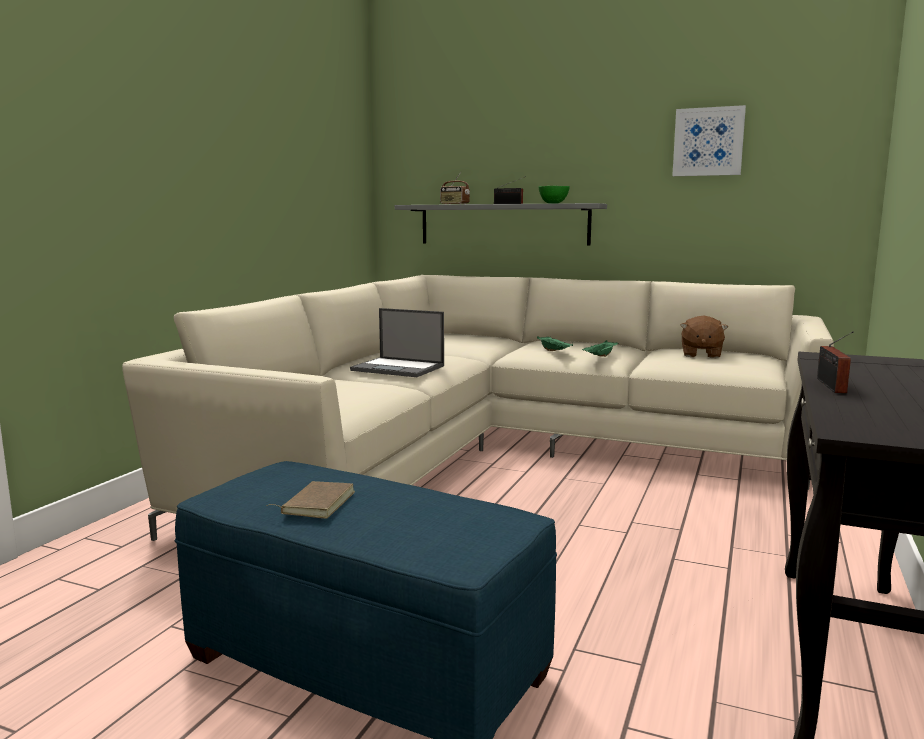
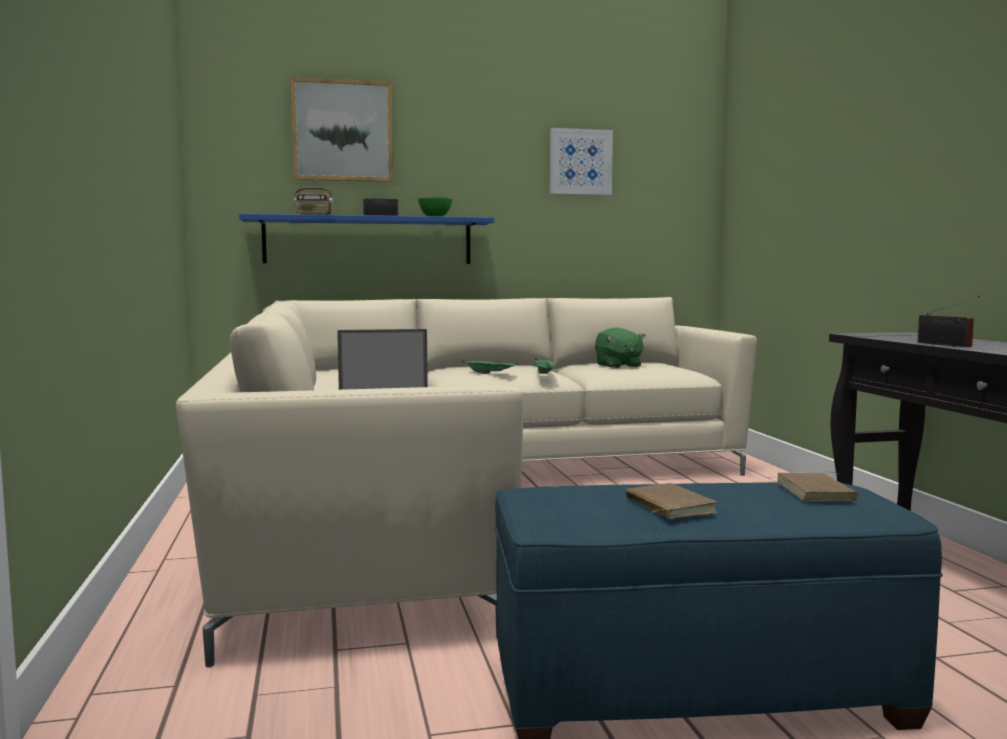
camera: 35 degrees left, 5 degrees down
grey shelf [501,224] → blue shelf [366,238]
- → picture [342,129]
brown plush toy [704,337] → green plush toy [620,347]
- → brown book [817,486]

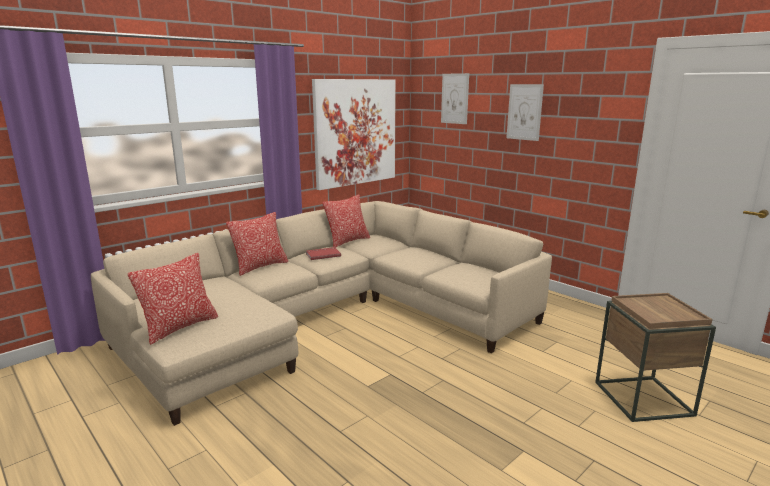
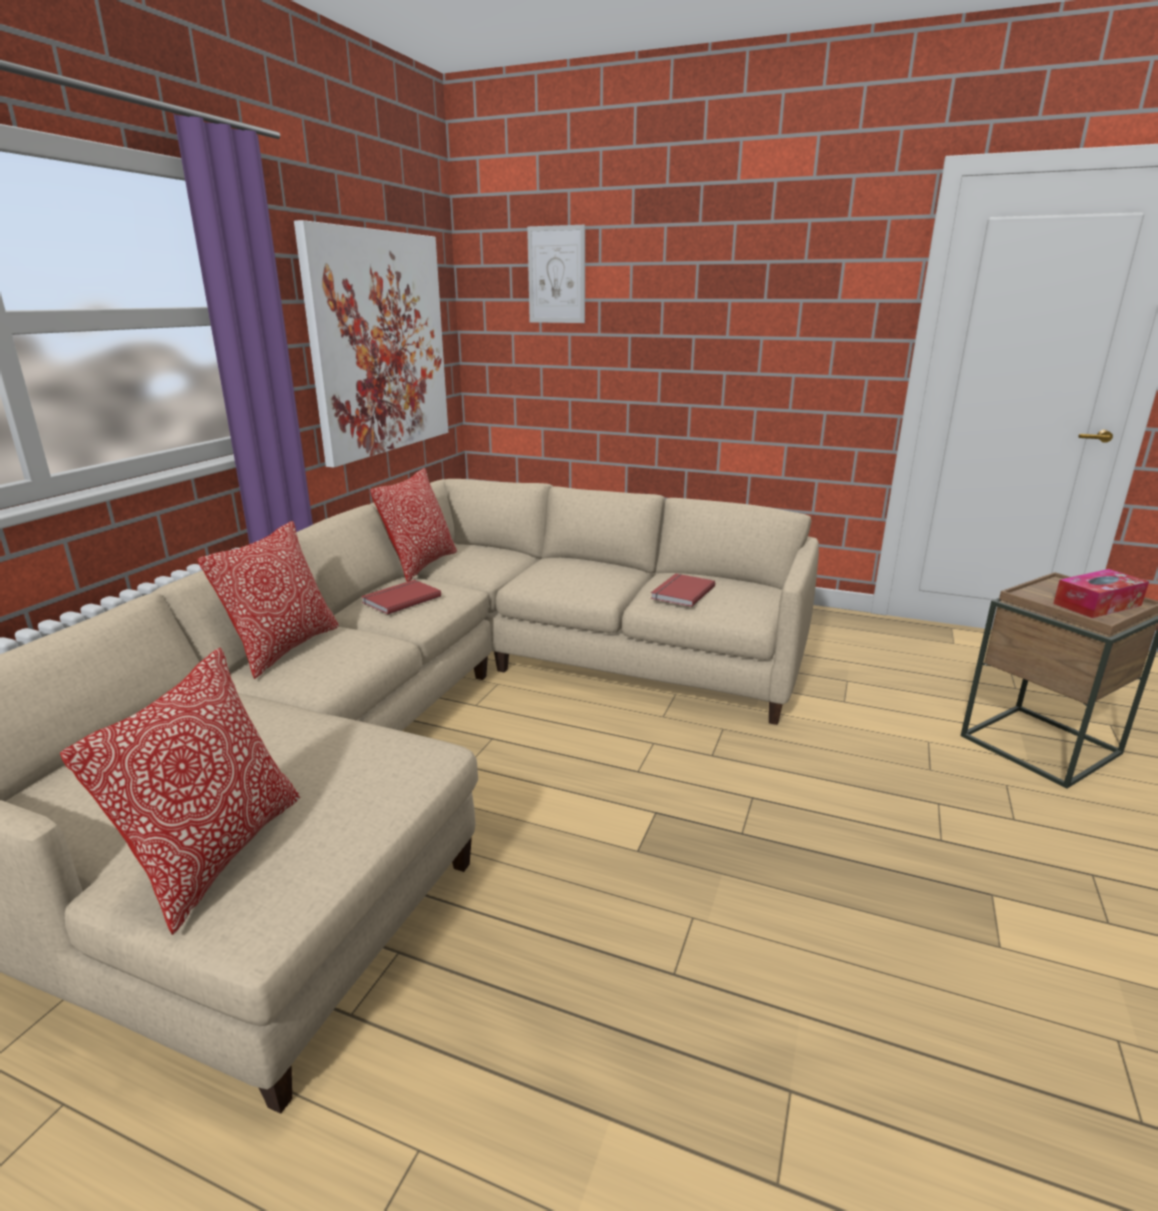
camera: 25 degrees left, 5 degrees up
- → red book [683,590]
- → tissue box [1101,593]
picture [525,112] → -

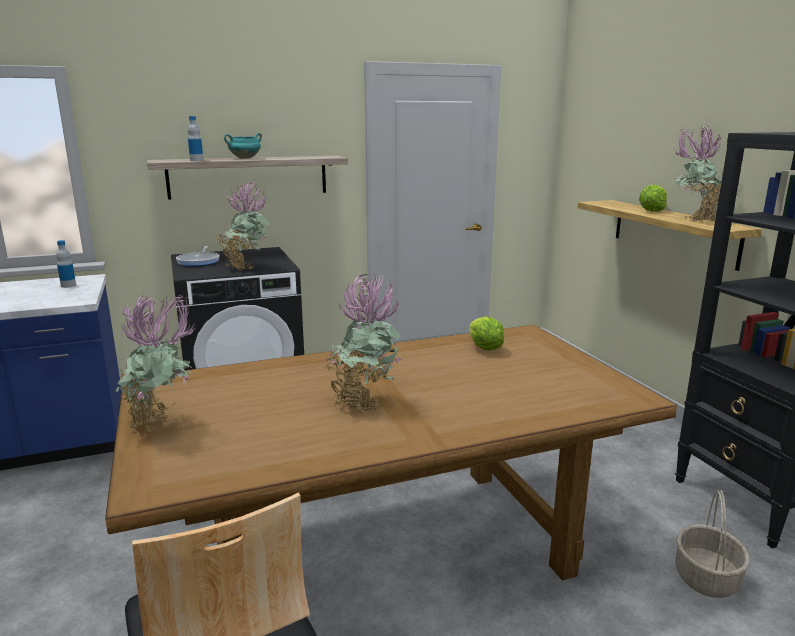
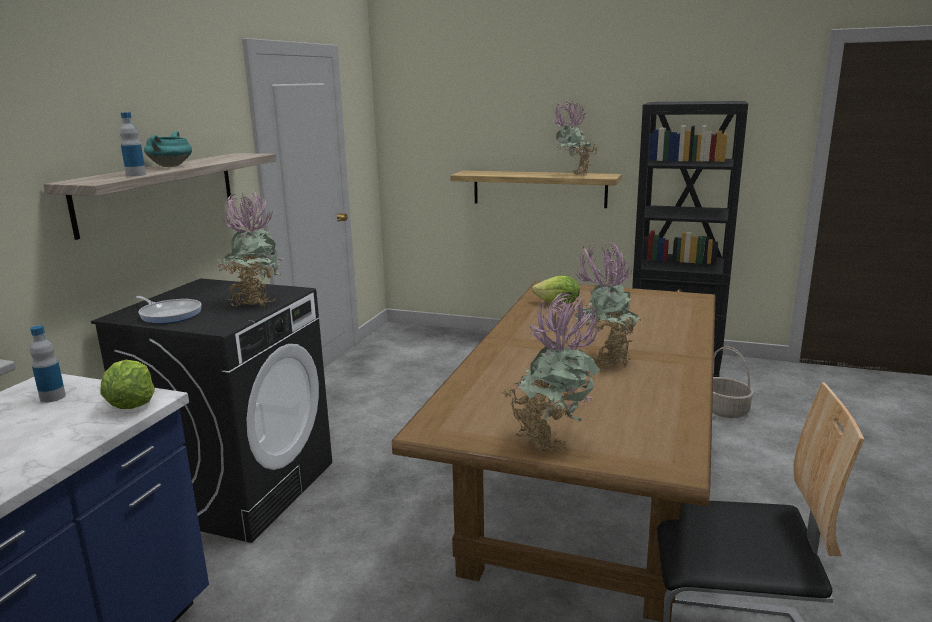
camera: 50 degrees left, 0 degrees up
lettuce [653,198] → lettuce [128,384], moved

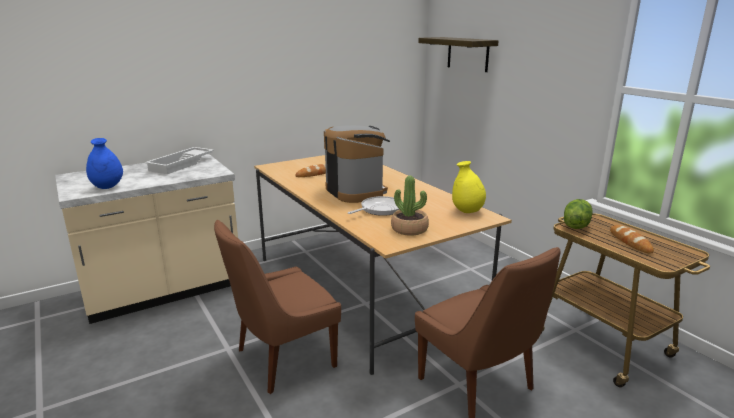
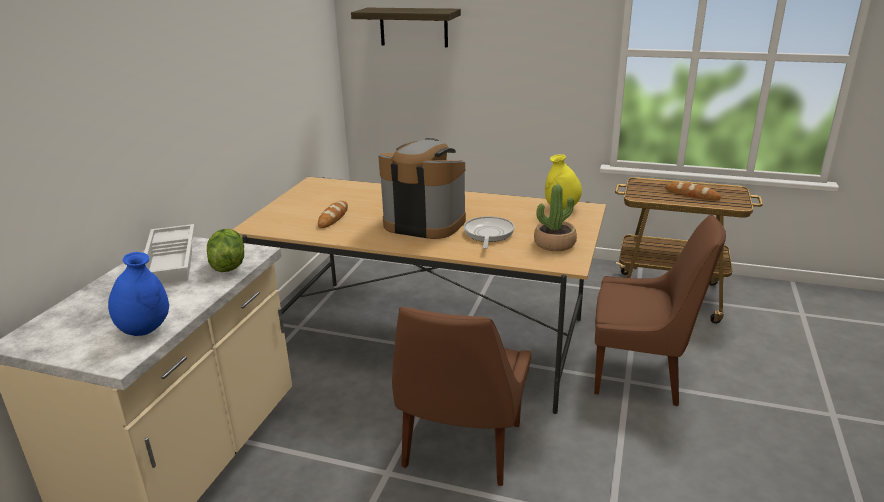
camera: 40 degrees left, 5 degrees up
lettuce [578,214] → lettuce [225,250], moved

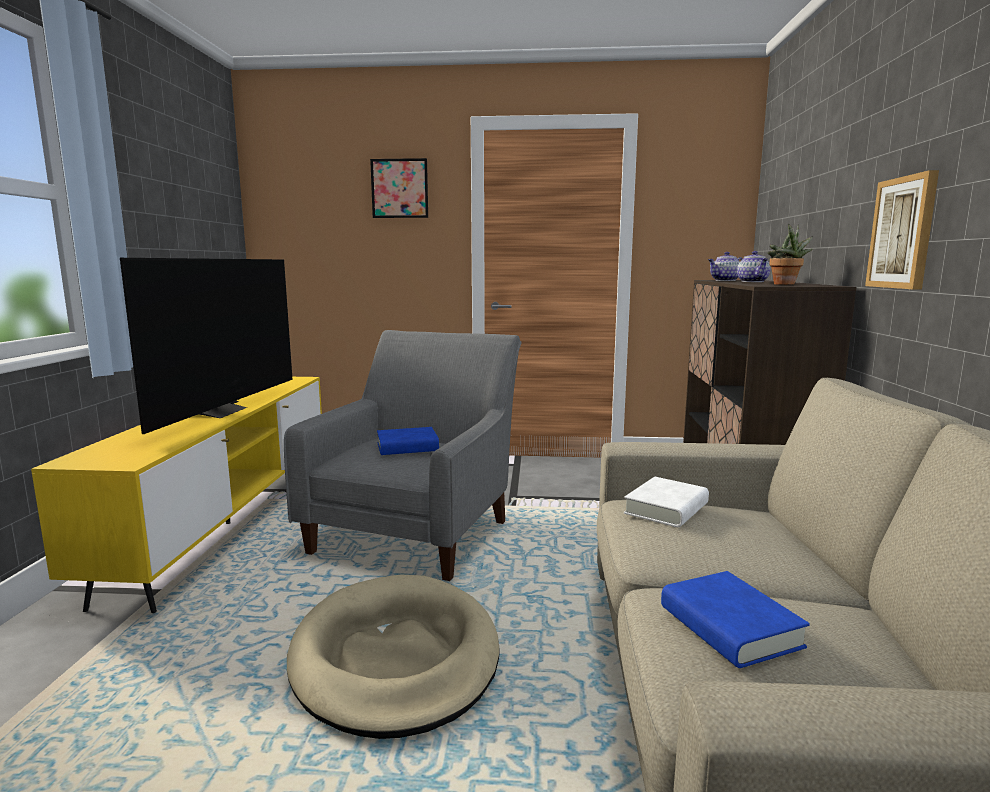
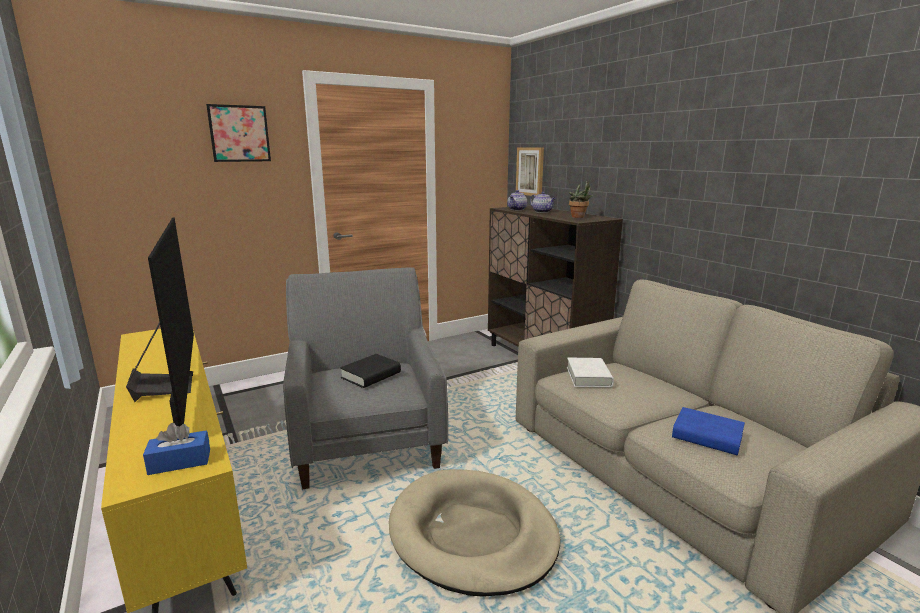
camera: 35 degrees left, 5 degrees up
- → blue tissue box [176,449]
blue book [408,441] → black book [370,371]
picture [902,229] → picture [530,171], moved

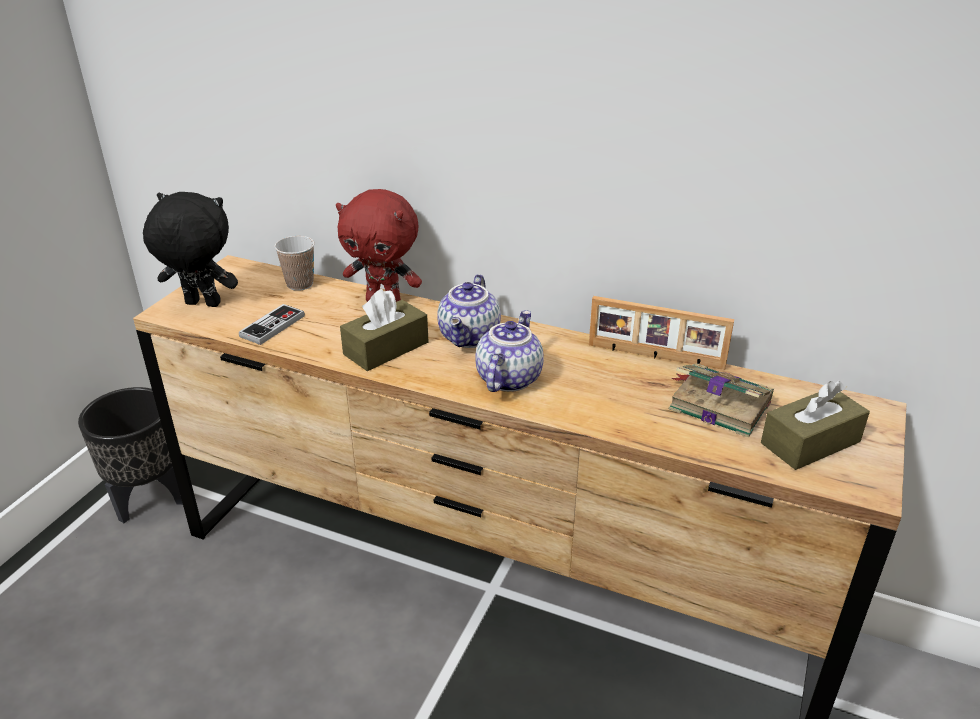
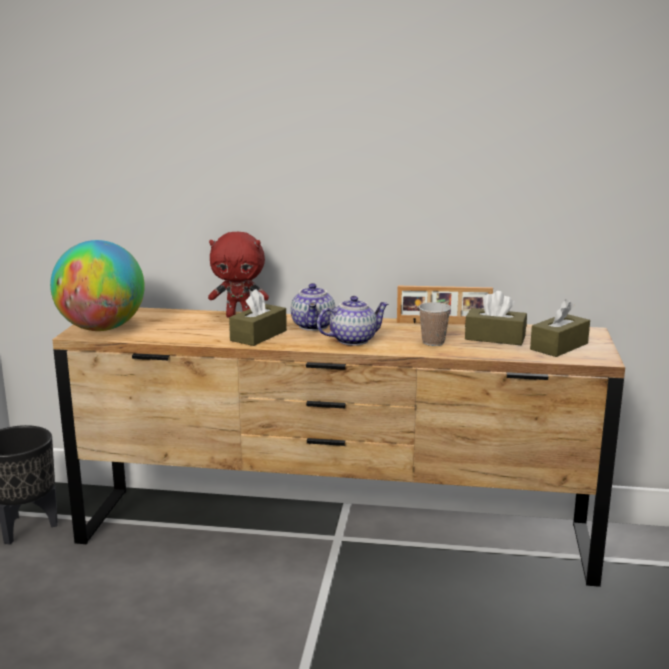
camera: 15 degrees left, 15 degrees down
black plush toy [190,249] → globe [97,285]
teapot [509,351] → teapot [353,321], 60 degrees clockwise
cup [295,263] → cup [434,324], moved
book [721,400] → brown tissue box [496,318]
game controller [272,324] → -

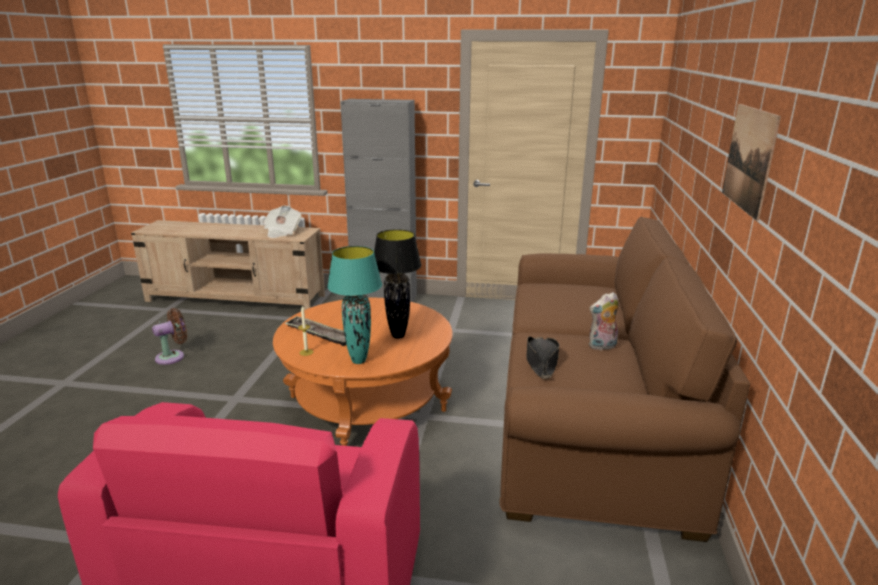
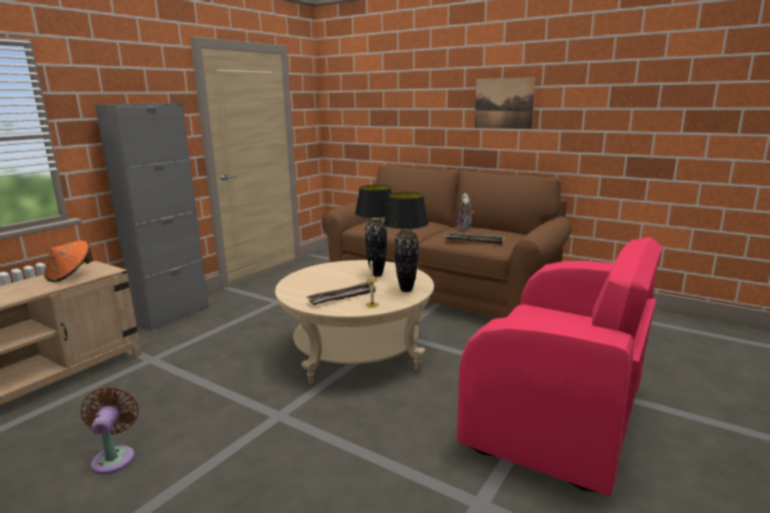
camera: 65 degrees left, 5 degrees down
newspaper [282,222] → orange hat [68,261]
orange coffee table [363,372] → beige coffee table [354,322]
turquoise table lamp [354,305] → black table lamp [406,242]
black hat [542,357] → tray [474,238]

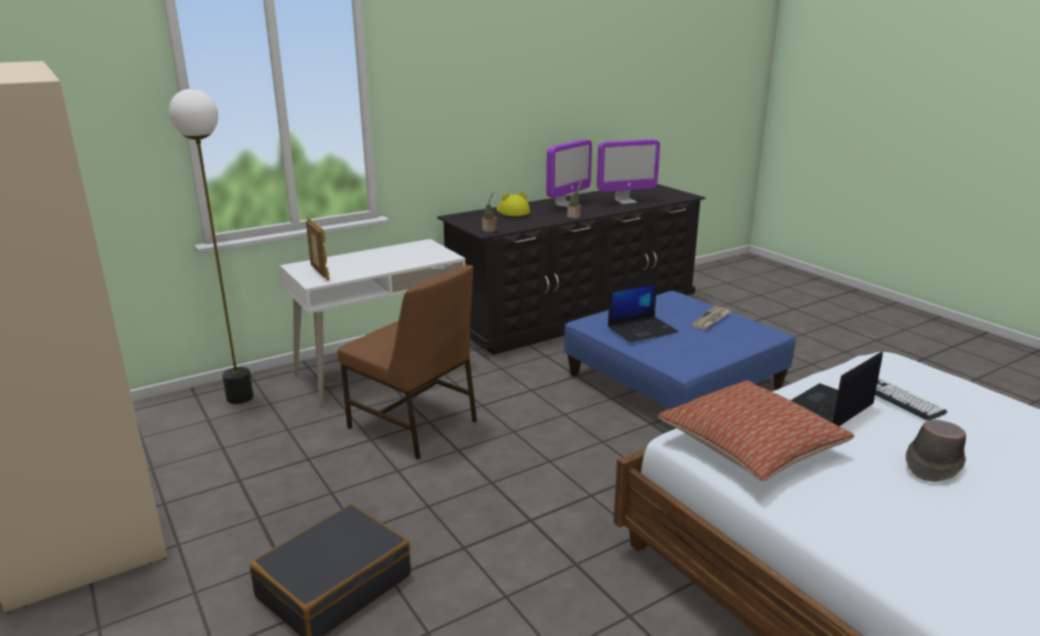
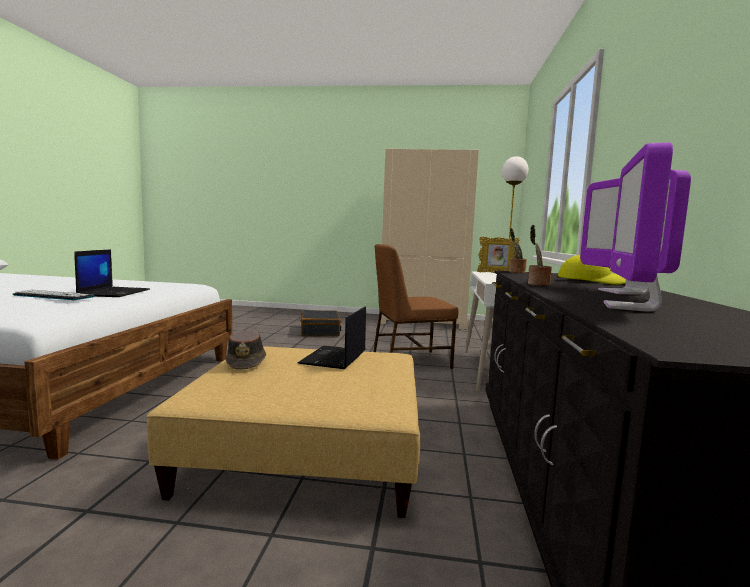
camera: 130 degrees right, 15 degrees down
blue ottoman [680,350] → beige ottoman [284,432]
brown hat [936,451] → brown hat [245,350], moved
pillow [756,431] → -
newspaper [711,318] → -

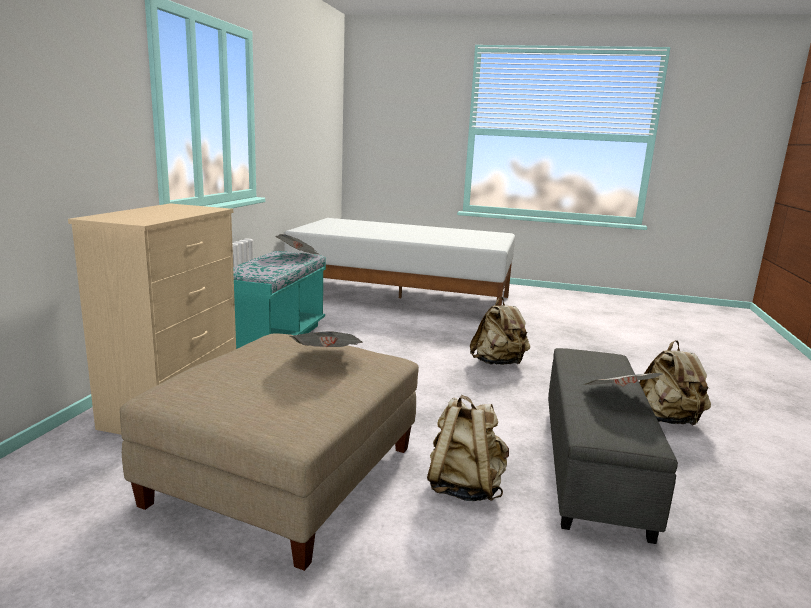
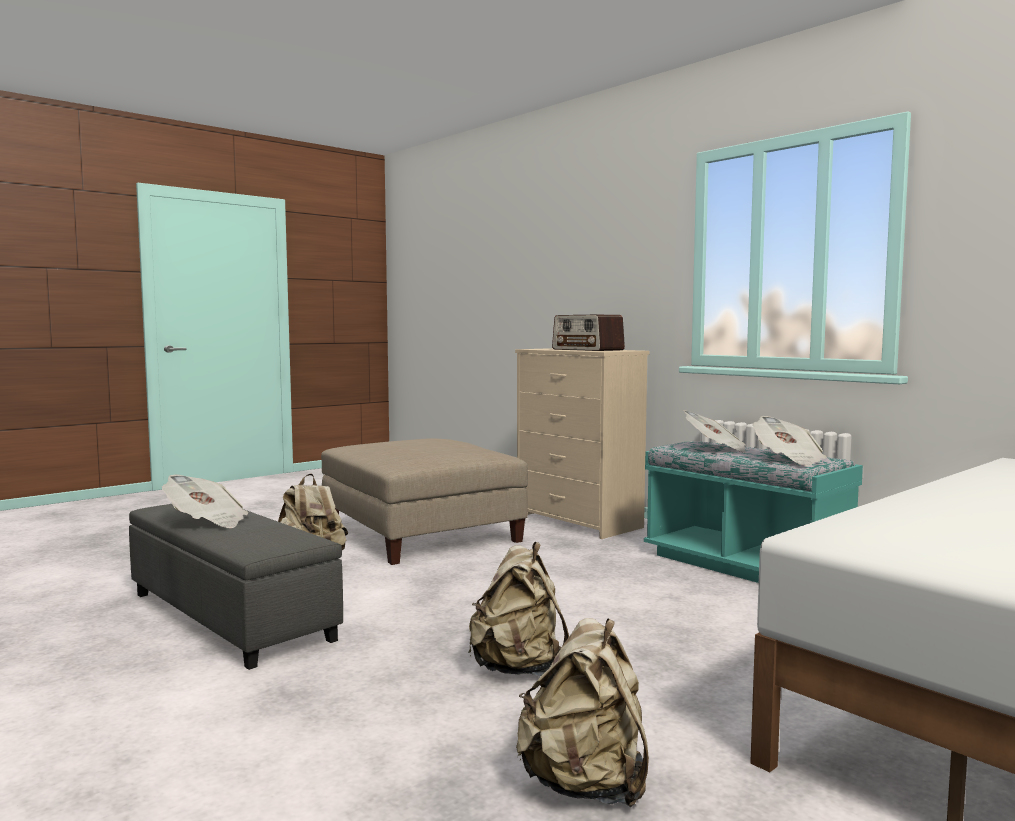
camera: 125 degrees right, 10 degrees down
beige backpack [675,383] → beige backpack [582,713], moved
- → radio [588,333]
newspaper [325,339] → newspaper [714,431], moved

